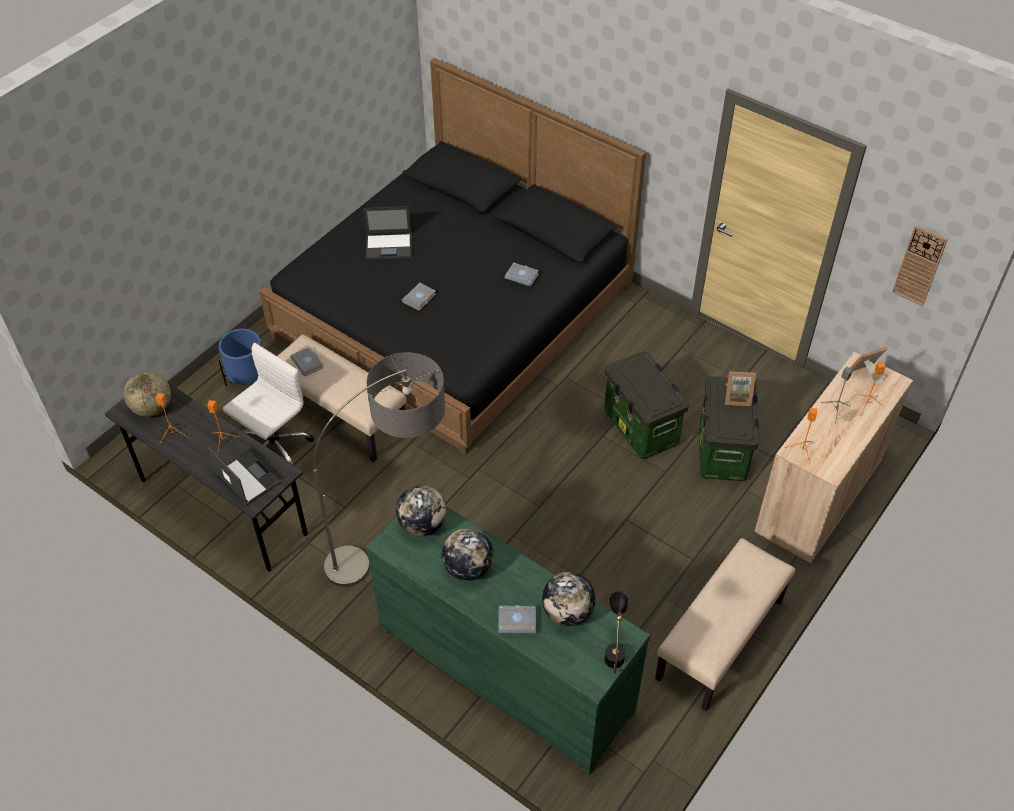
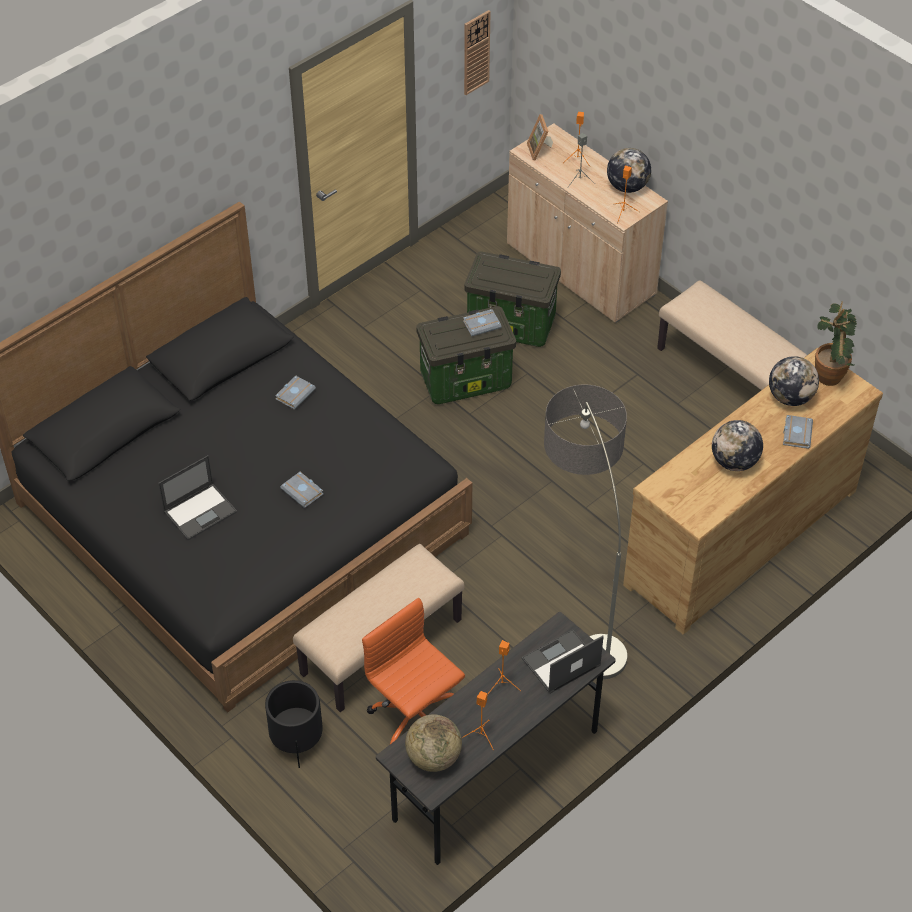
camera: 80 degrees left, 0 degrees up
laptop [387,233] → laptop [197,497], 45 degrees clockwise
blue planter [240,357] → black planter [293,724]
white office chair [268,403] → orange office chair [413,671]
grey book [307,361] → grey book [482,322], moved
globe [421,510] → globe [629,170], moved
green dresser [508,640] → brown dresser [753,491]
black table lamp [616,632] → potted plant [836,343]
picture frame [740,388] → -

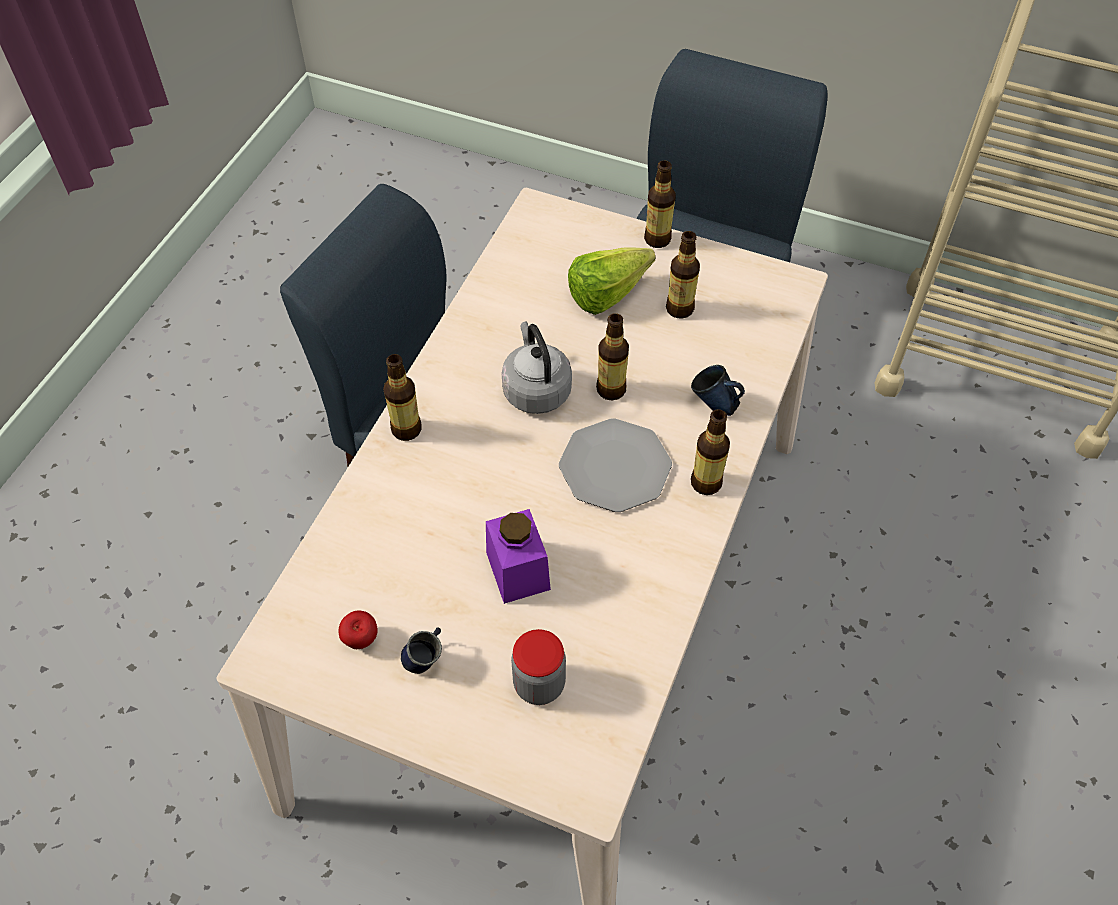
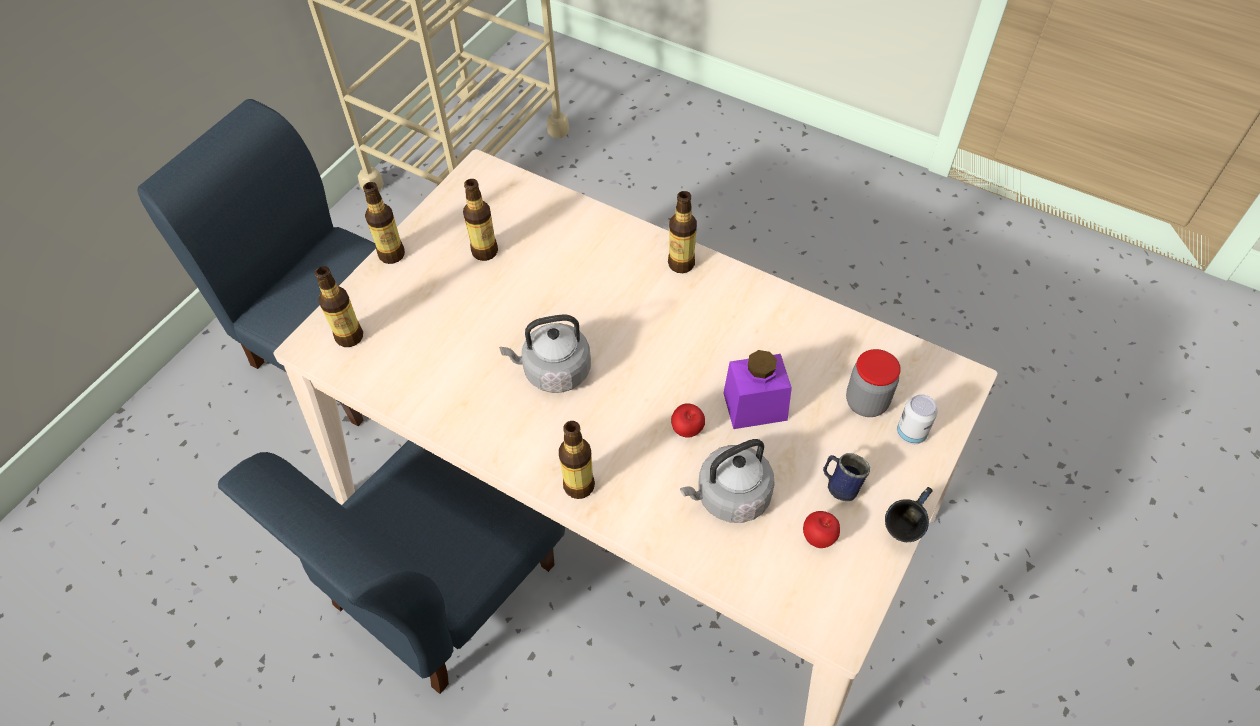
camera: 80 degrees left, 0 degrees up
bottle [612,356] → bottle [339,306], moved
- → apple [688,420]
- → grey kettle [727,481]
blue mug [718,390] → blue mug [909,514], moved
- → can [917,419]
plate [615,465] → -
lettuce [611,281] → -

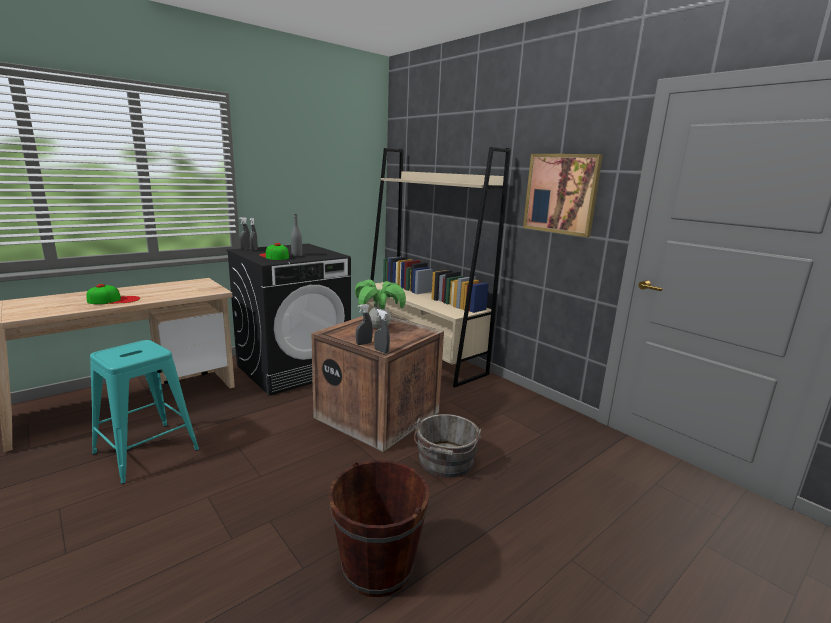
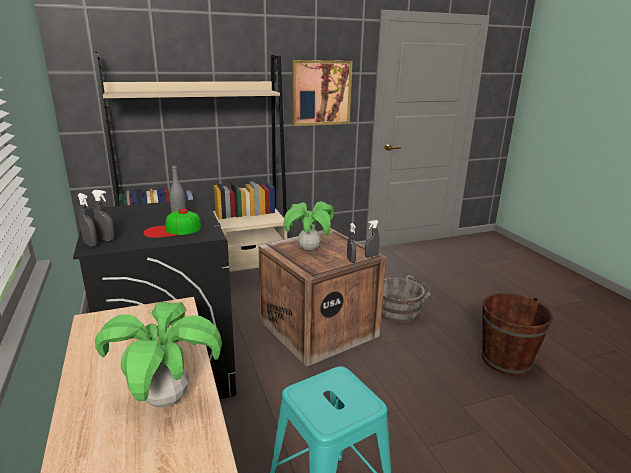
camera: 70 degrees left, 5 degrees up
cap [113,294] → potted plant [158,355]

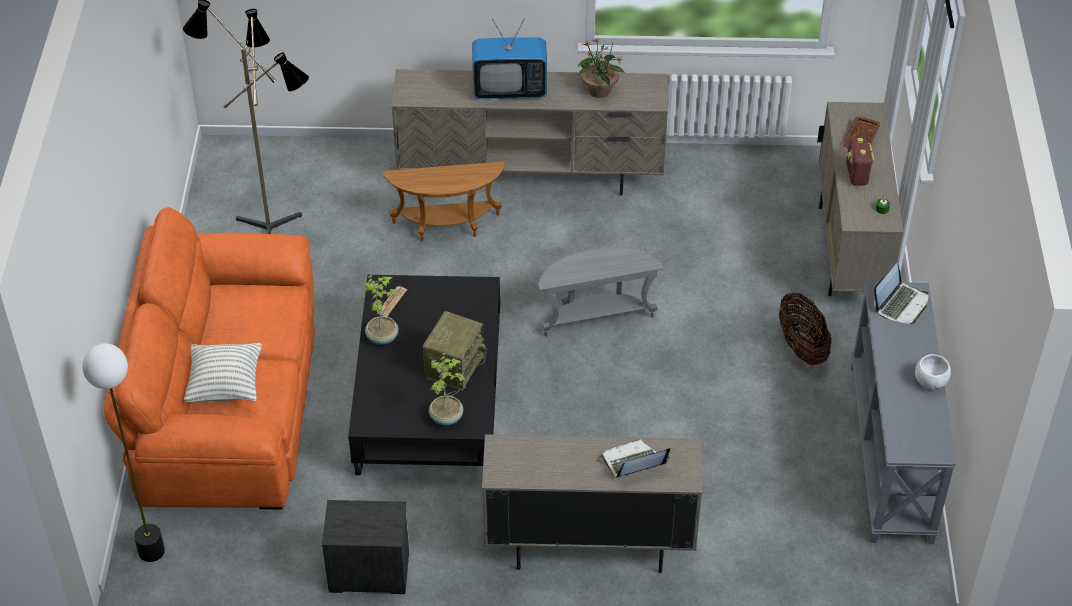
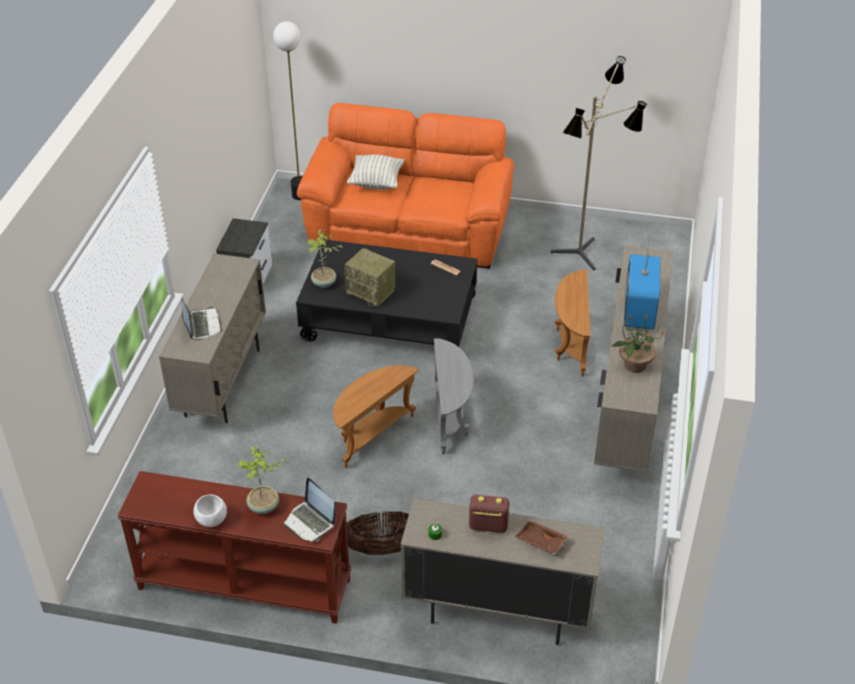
camera: 100 degrees right, 5 degrees down
grey console table [904,413] → brown console table [234,547]
potted plant [382,310] → potted plant [262,479], moved
- → brown side table [376,416]

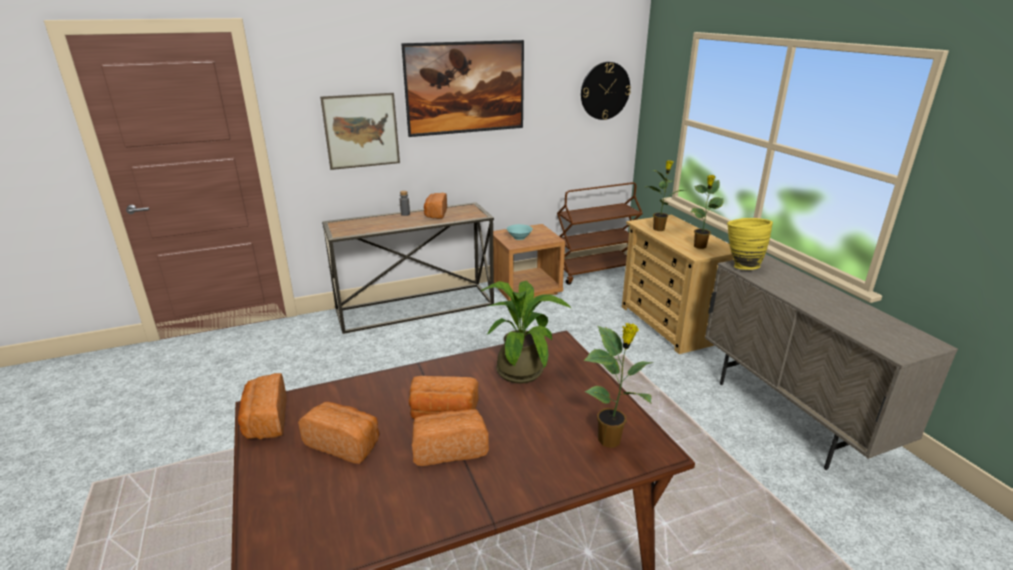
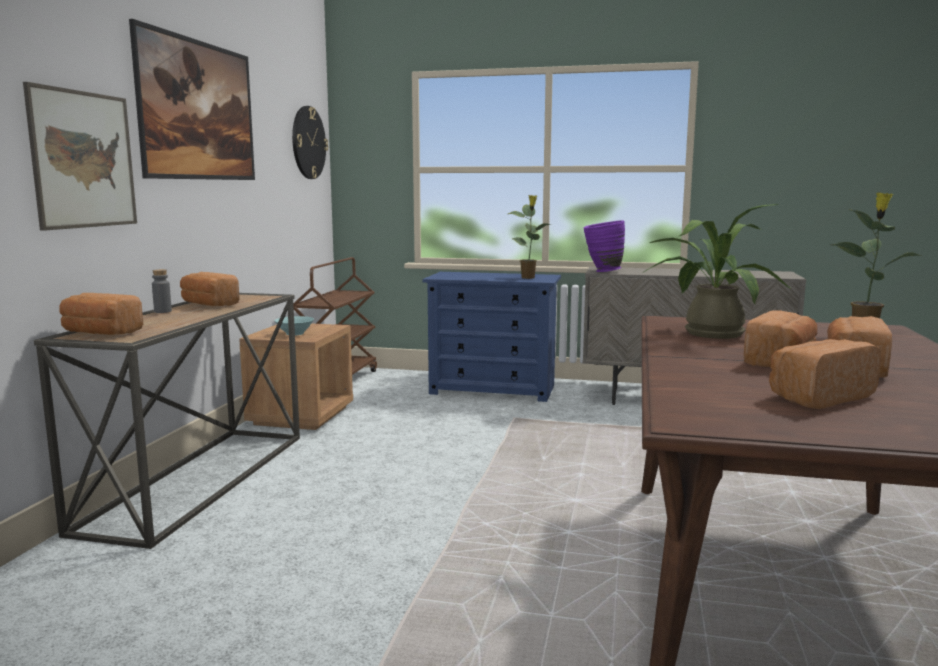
camera: 55 degrees left, 15 degrees down
bread [262,406] → bread [101,314], moved
beige dresser [678,284] → blue dresser [491,337]
yellow vase [750,244] → purple vase [604,246]
potted plant [666,195] → -

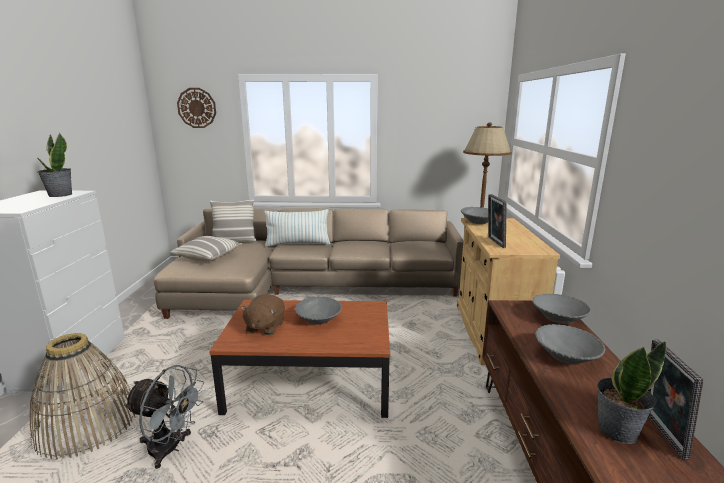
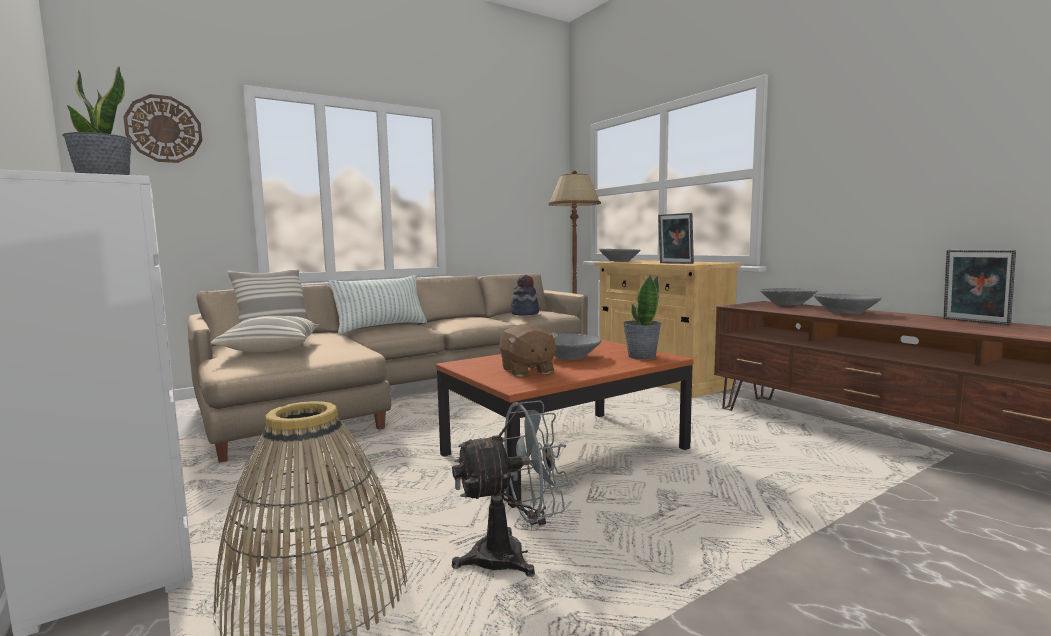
camera: 35 degrees left, 10 degrees down
- → hat [525,295]
potted plant [631,392] → potted plant [642,317], moved

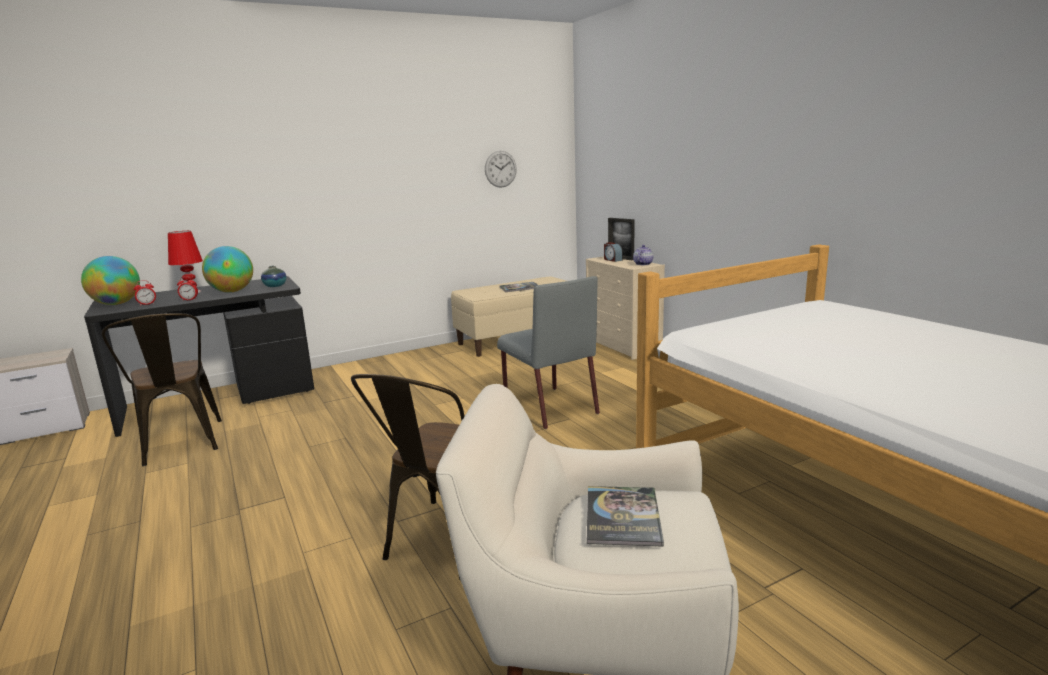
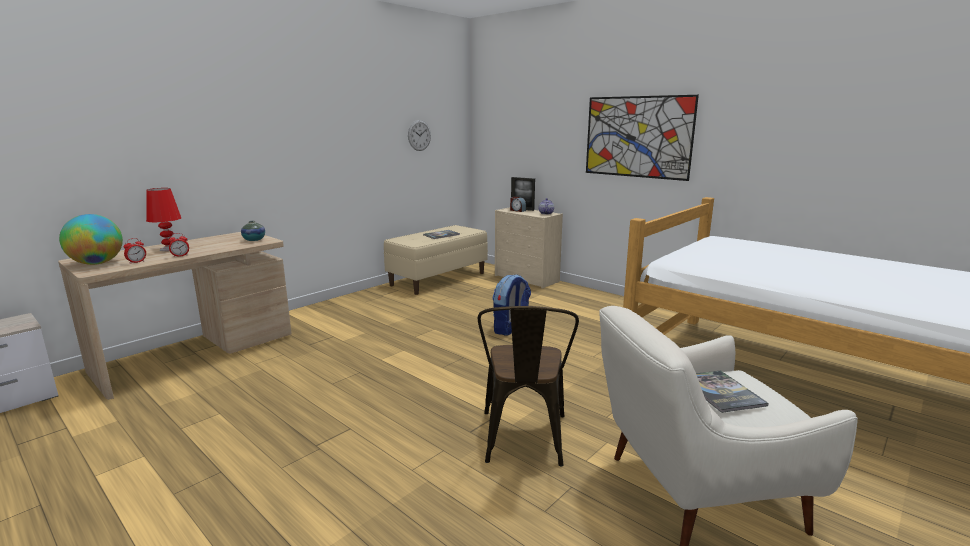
camera: 20 degrees left, 0 degrees up
black desk [199,356] → beige desk [175,316]
grey chair [548,352] → backpack [511,305]
- → picture [642,138]
brown chair [162,389] → -
globe [227,269] → -

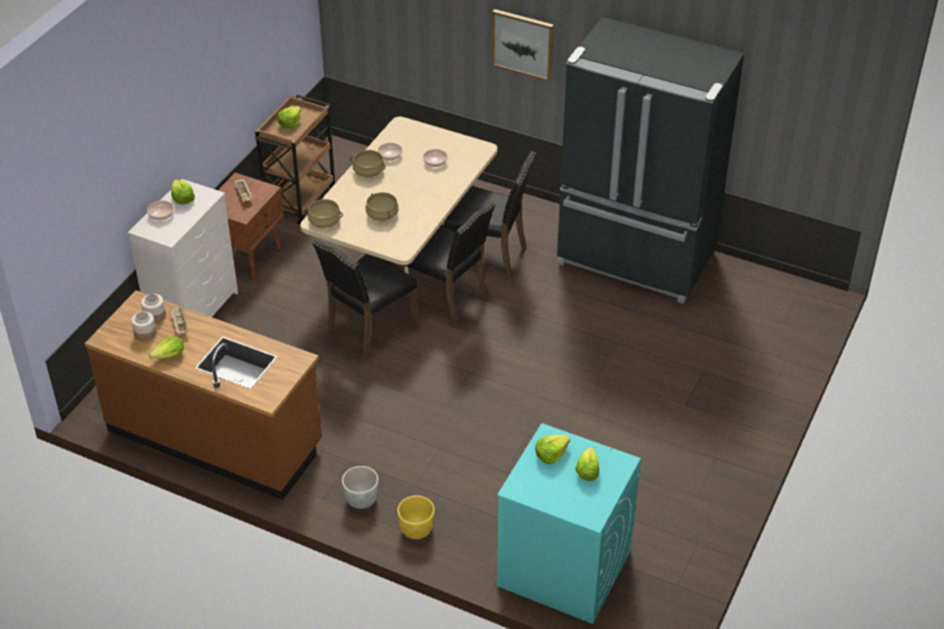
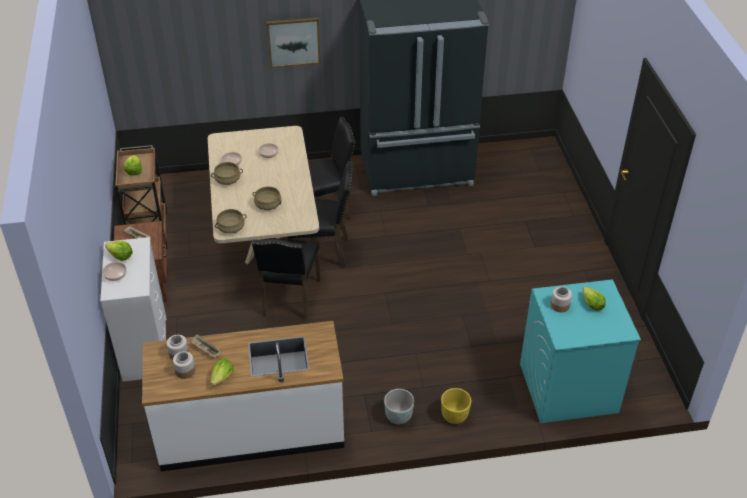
camera: 35 degrees left, 0 degrees up
brown counter [203,395] → white counter [243,396]
lettuce [552,449] → jar [561,299]

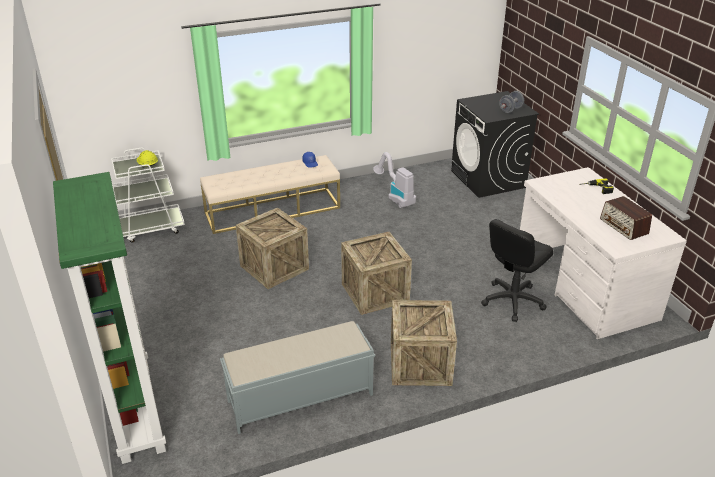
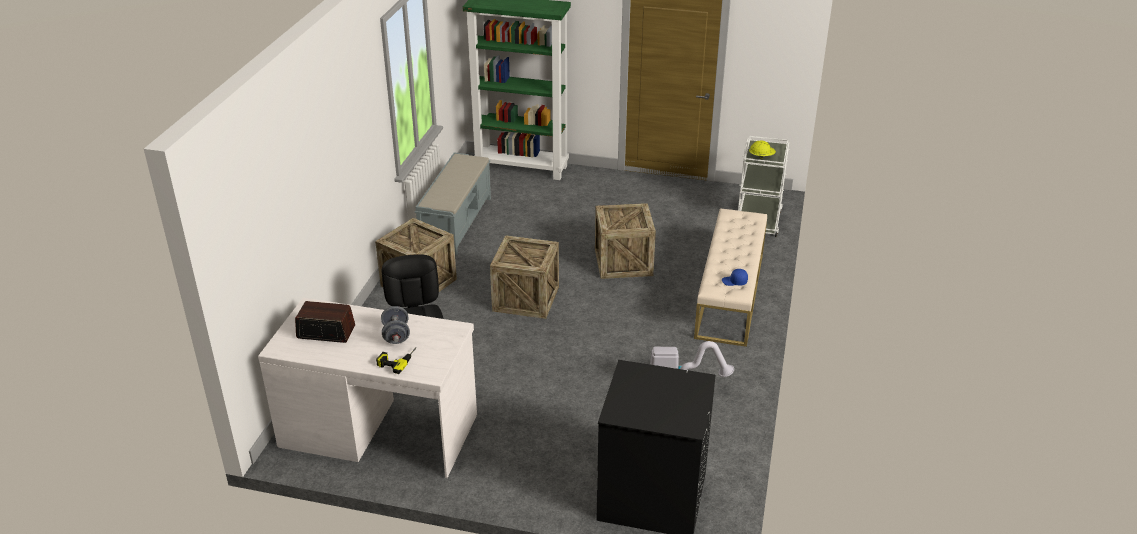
camera: 125 degrees right, 0 degrees up
grey dumbbell [511,102] → grey dumbbell [395,325], moved

